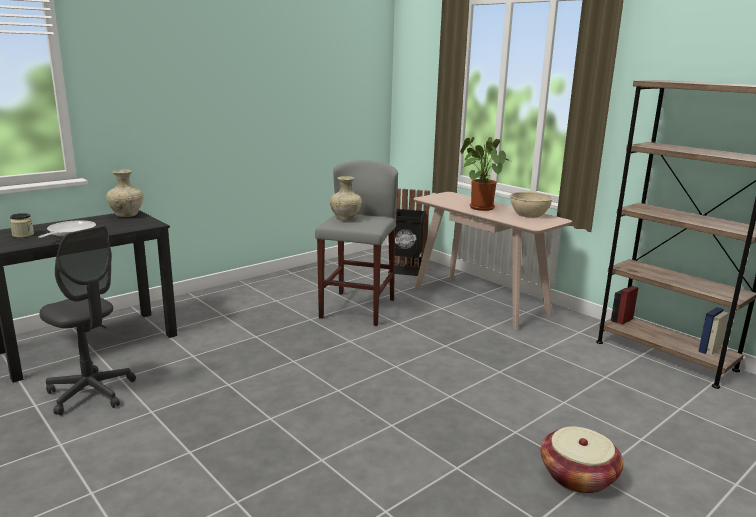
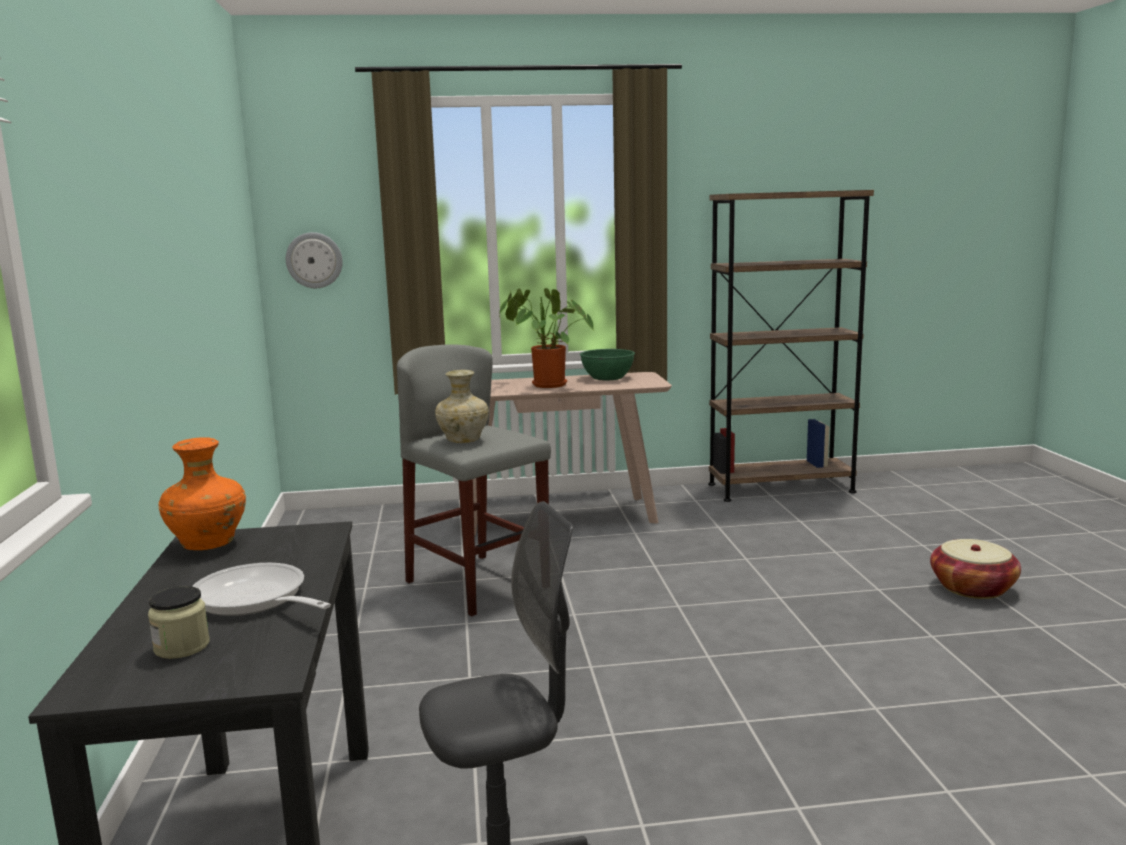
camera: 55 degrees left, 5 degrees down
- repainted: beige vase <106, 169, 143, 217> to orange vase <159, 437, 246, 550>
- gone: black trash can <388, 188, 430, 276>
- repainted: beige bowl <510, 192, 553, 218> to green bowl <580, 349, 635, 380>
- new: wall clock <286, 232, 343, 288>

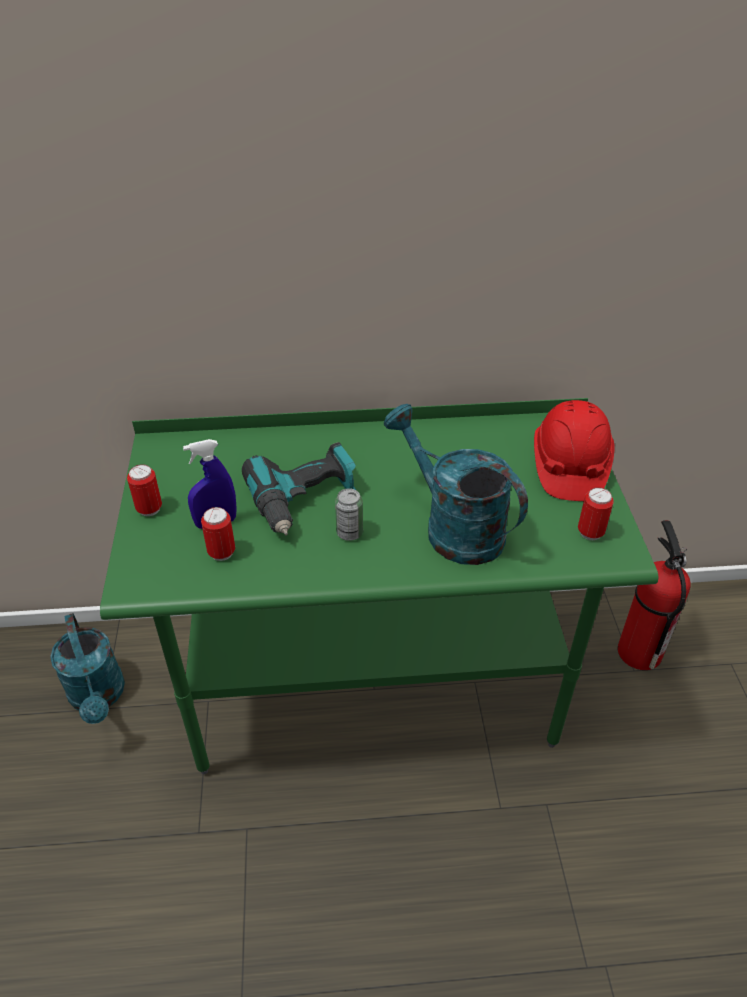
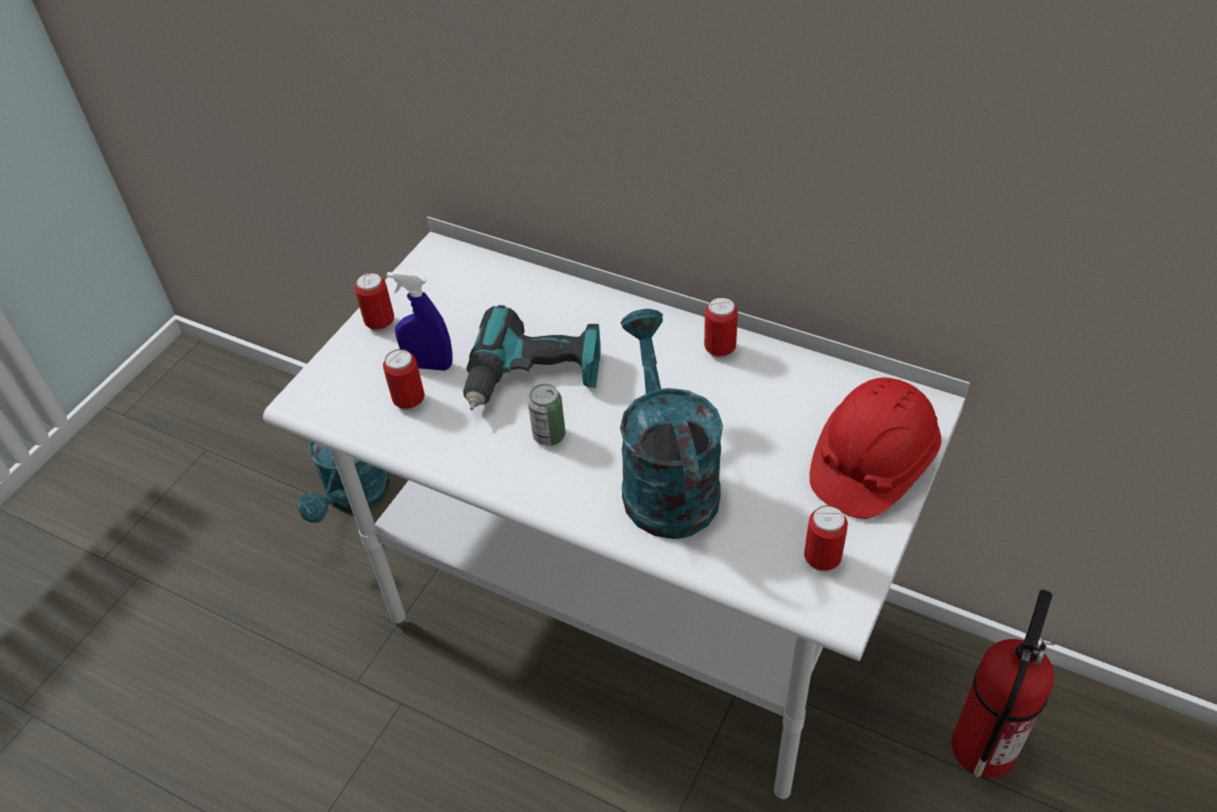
camera: 35 degrees right, 5 degrees up
- repainted: green desk <100, 398, 658, 774> to white desk <263, 217, 970, 801>
- new: can <704, 297, 738, 358>

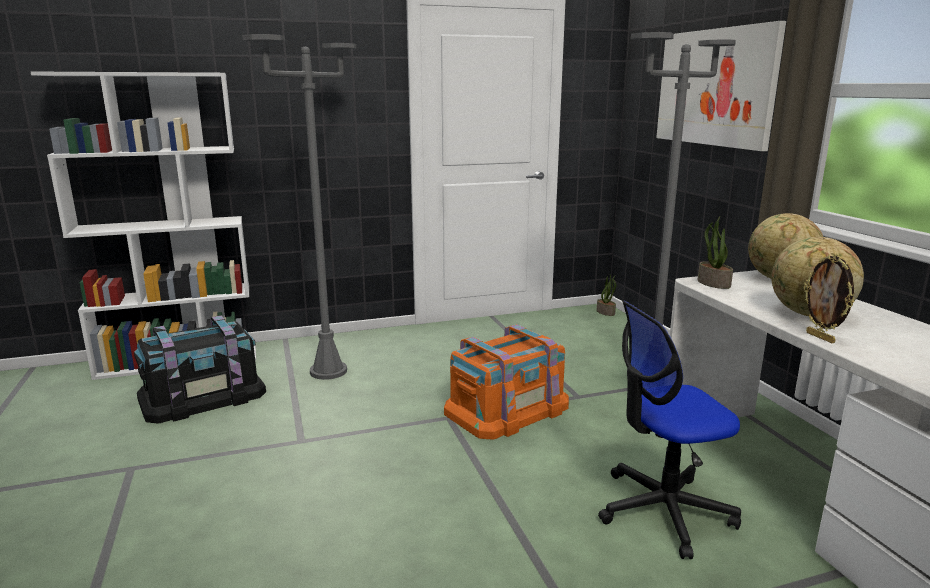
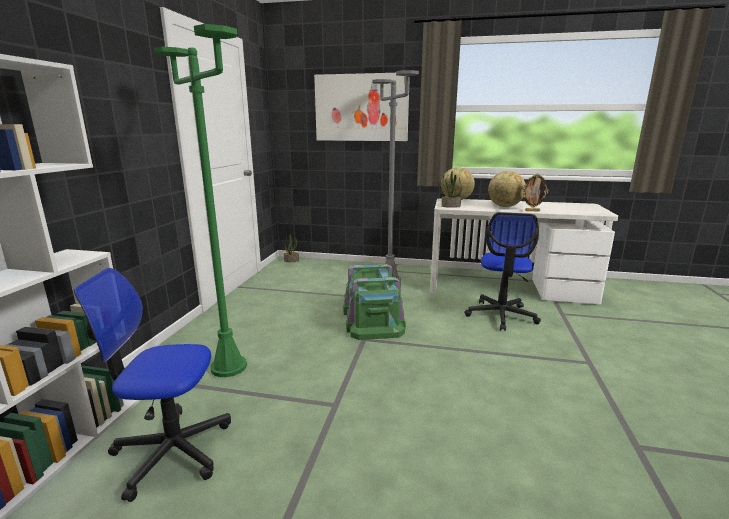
camera: 60 degrees left, 0 degrees up
- swapped: black storage box <134, 315, 266, 424> to office chair <74, 268, 231, 502>
- repainted: grey floor lamp <242, 34, 356, 380> to green floor lamp <154, 24, 247, 377>
- repainted: orange storage box <444, 324, 569, 440> to green storage box <343, 264, 406, 340>

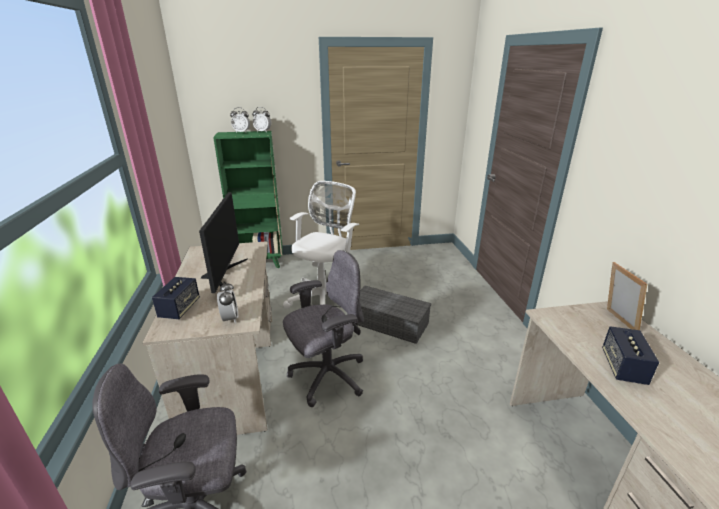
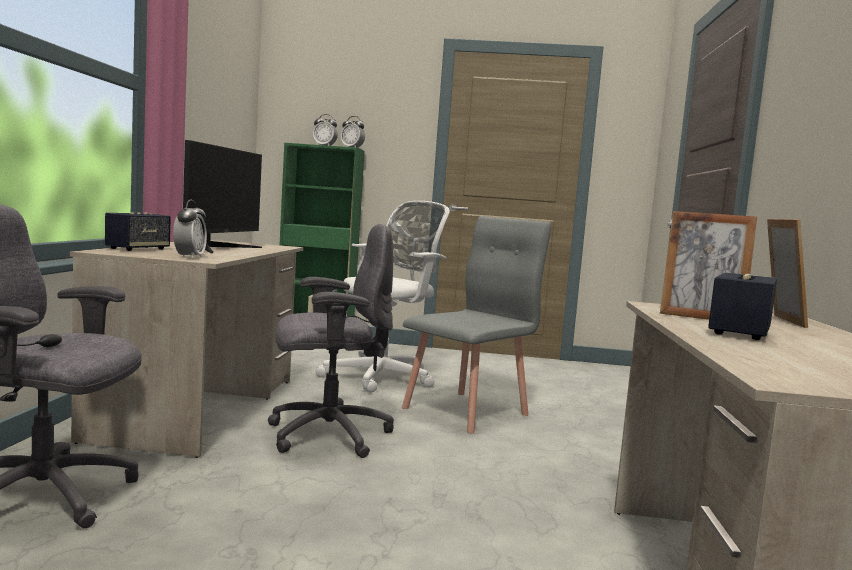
camera: 15 degrees right, 20 degrees down
- swapped: grey storage box <357, 286, 431, 344> to grey chair <402, 216, 551, 433>
- new: picture frame <660, 211, 757, 320>

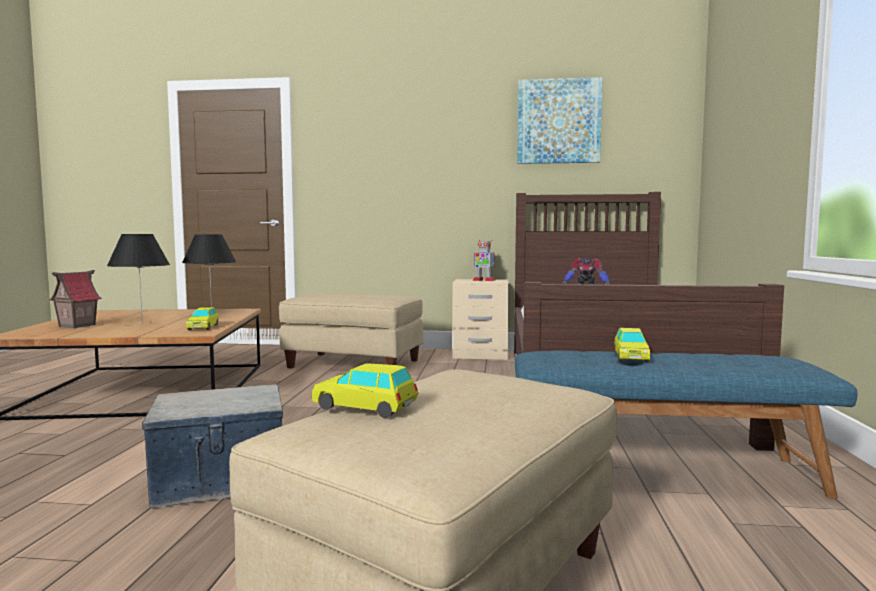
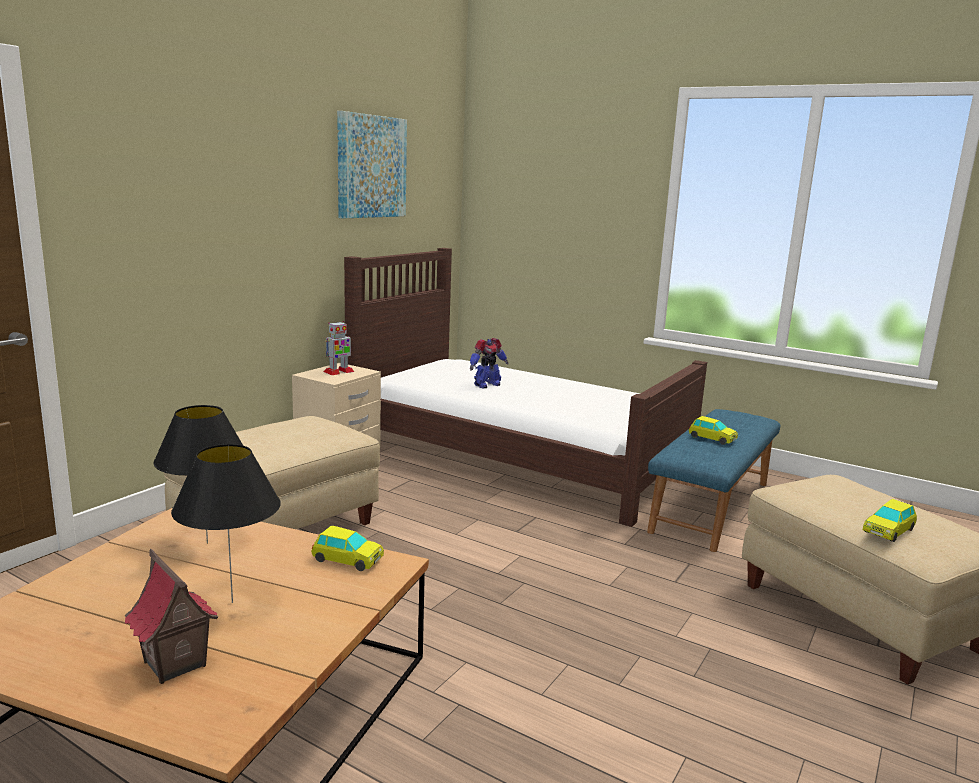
camera: 65 degrees left, 10 degrees up
- gone: storage box <142, 384, 283, 508>

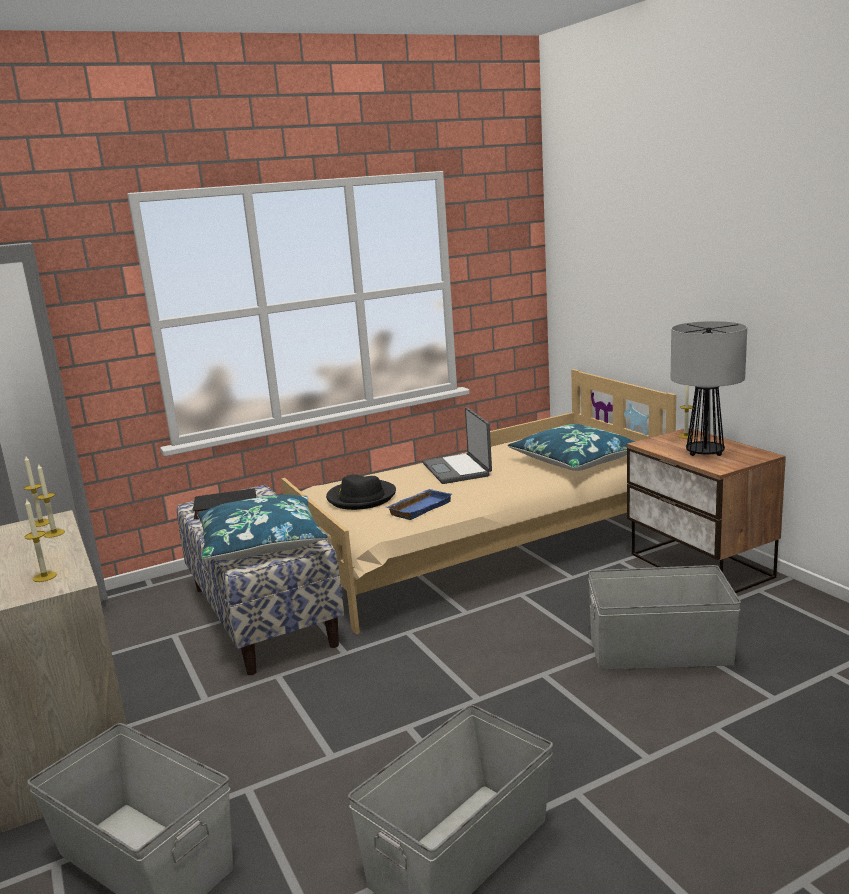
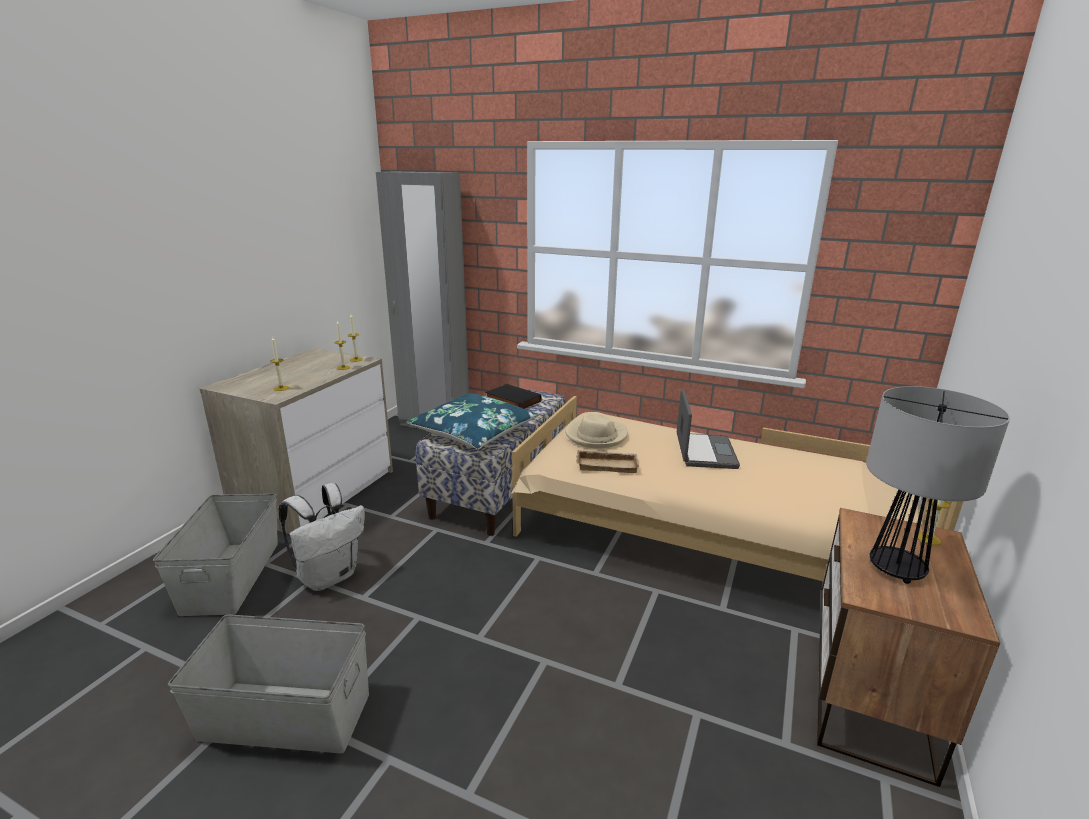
camera: 50 degrees right, 5 degrees up
- repainted: black hat <326, 474, 396, 510> to beige hat <565, 413, 628, 448>
- repainted: blue tray <387, 489, 452, 520> to beige tray <577, 450, 639, 473>
- rotated: laptop <422, 407, 492, 484> = <677, 389, 740, 469> 150 degrees clockwise
- gone: blue pillow <508, 424, 635, 471>
- gone: grey storage box <588, 565, 741, 670>
- new: white backpack <279, 483, 365, 591>

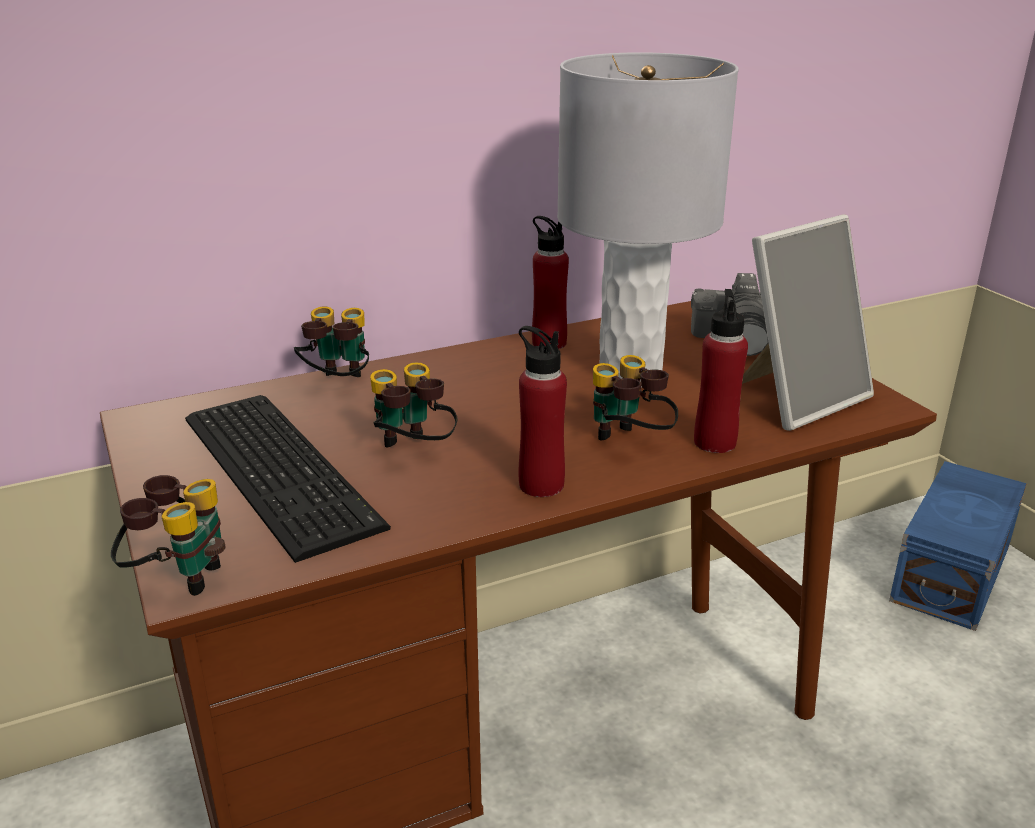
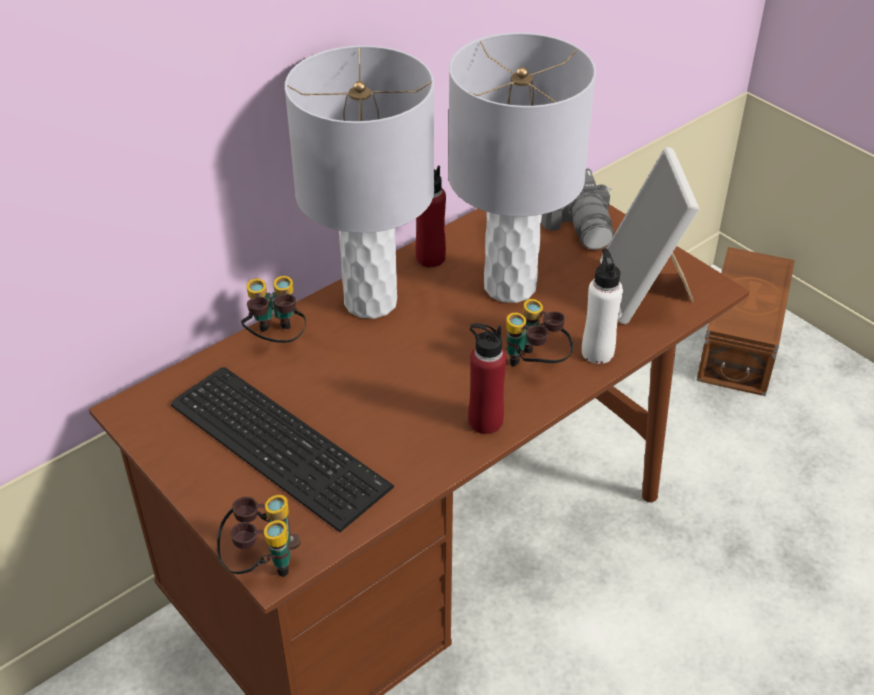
camera: 15 degrees left, 15 degrees up
- gone: binoculars <370, 362, 457, 447>
- repainted: red bottle <694, 289, 748, 453> to white bottle <582, 248, 623, 364>
- rotated: picture frame <742, 215, 874, 431> = <600, 147, 699, 324> 135 degrees clockwise
- repainted: blue storage box <889, 461, 1027, 631> to brown storage box <696, 247, 795, 396>
- new: grey table lamp <285, 45, 434, 319>

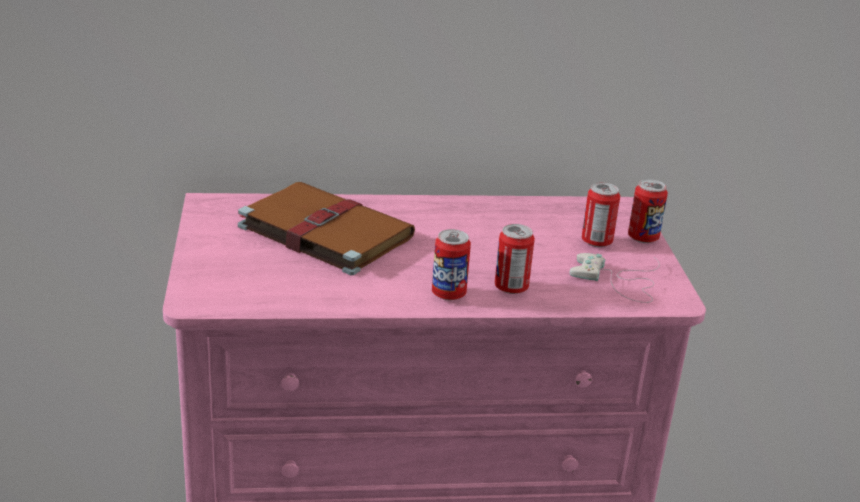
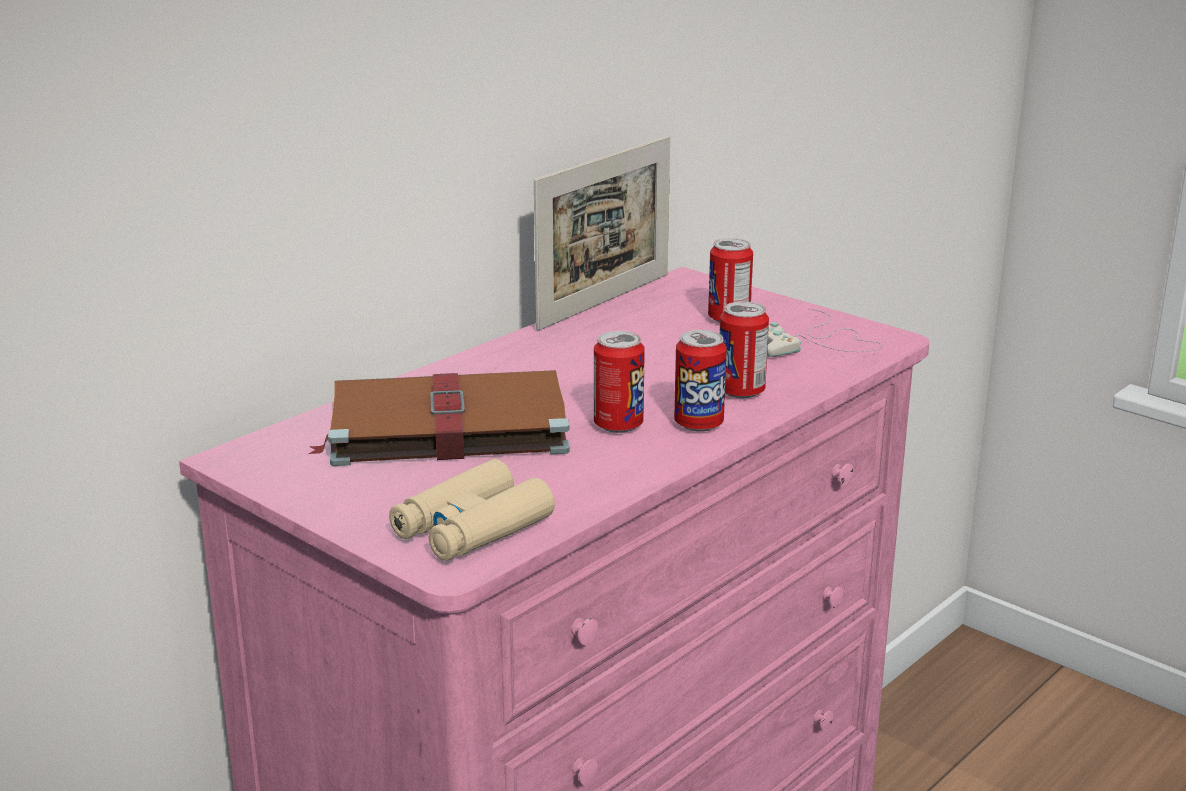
camera: 40 degrees left, 5 degrees down
- shifted: can <628, 179, 668, 243> to <594, 331, 645, 433>
- new: beige binoculars <389, 459, 555, 561>
- new: picture frame <534, 136, 670, 331>

